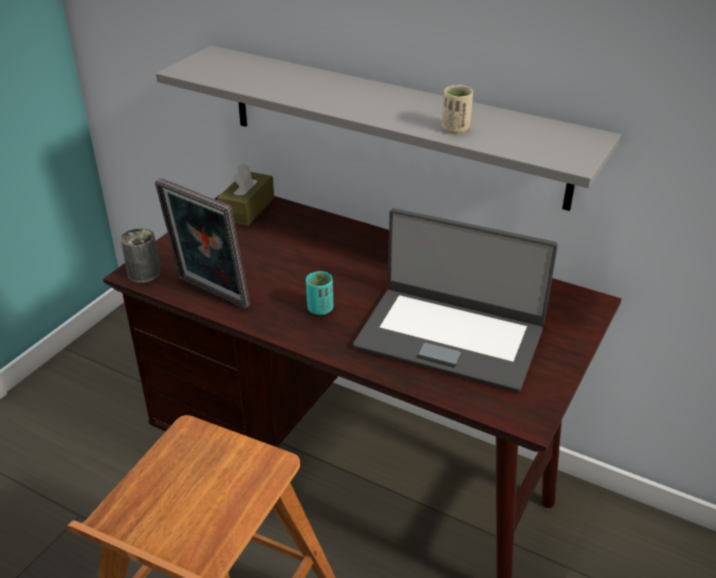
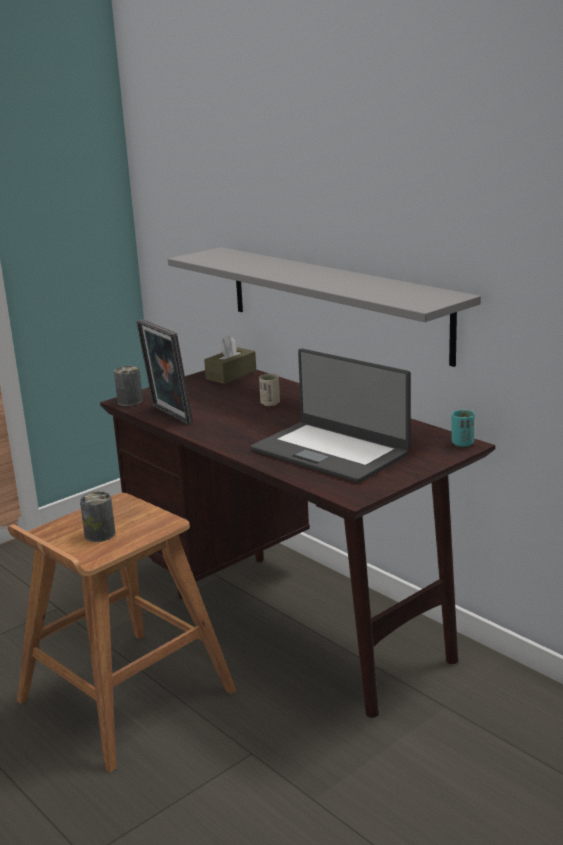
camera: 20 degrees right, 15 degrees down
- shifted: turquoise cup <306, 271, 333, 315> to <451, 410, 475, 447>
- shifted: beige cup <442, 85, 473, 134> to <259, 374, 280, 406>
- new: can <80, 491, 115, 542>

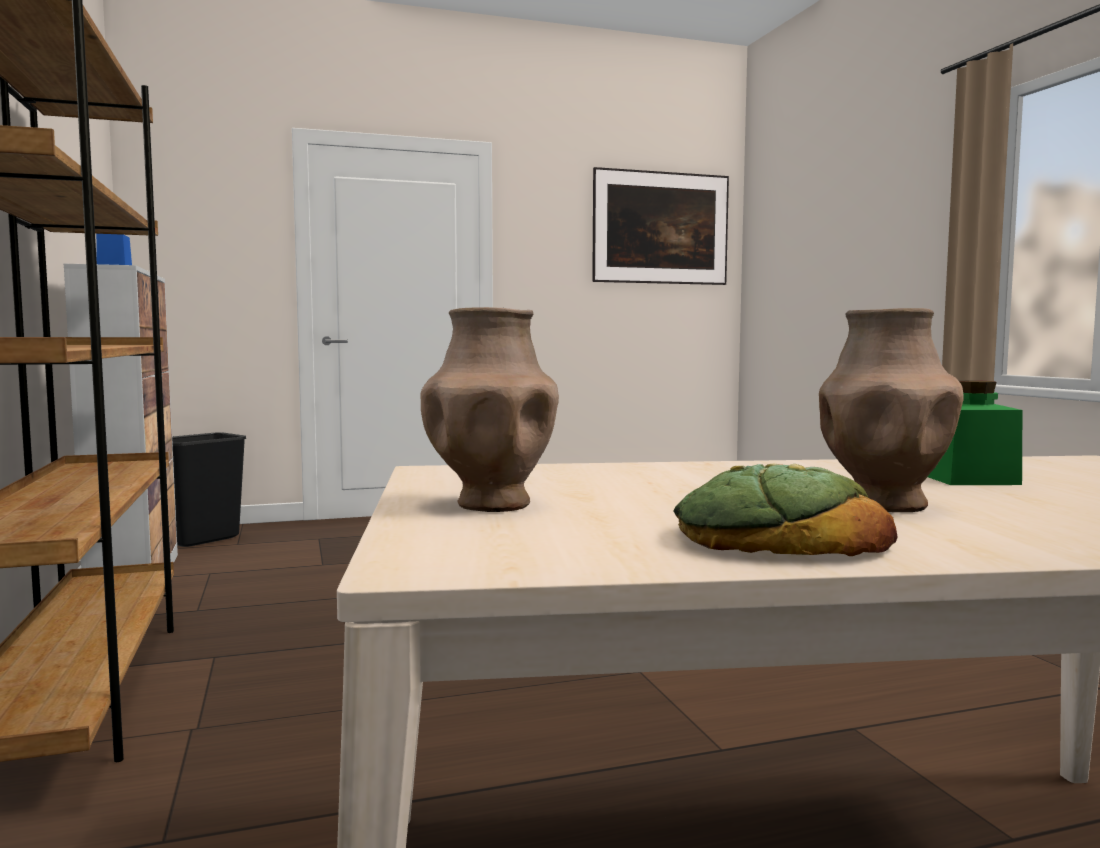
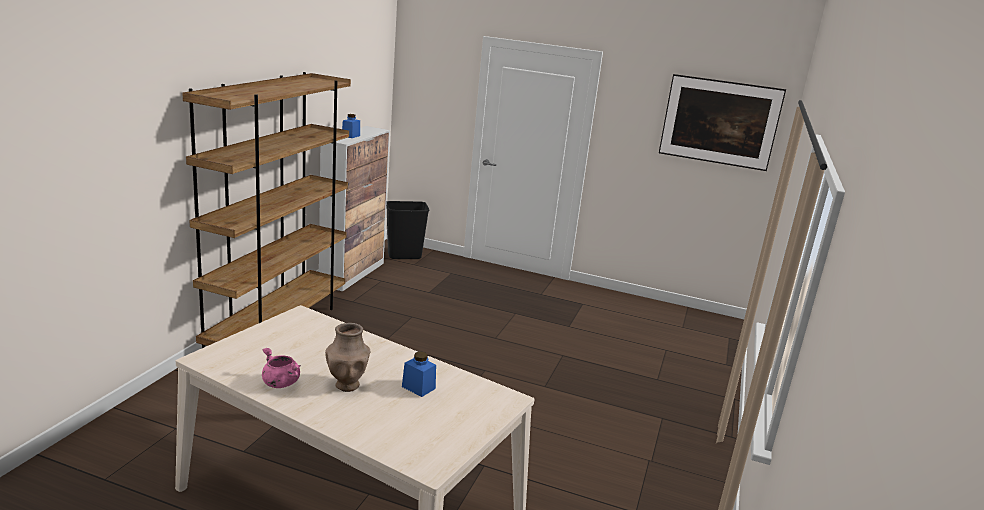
camera: 35 degrees right, 15 degrees up
- gone: brown vase <420, 307, 559, 512>
- swapped: bread <674, 463, 897, 556> to pink cooking pot <262, 348, 301, 388>
- repainted: green jar <928, 380, 1022, 485> to blue jar <402, 351, 436, 397>

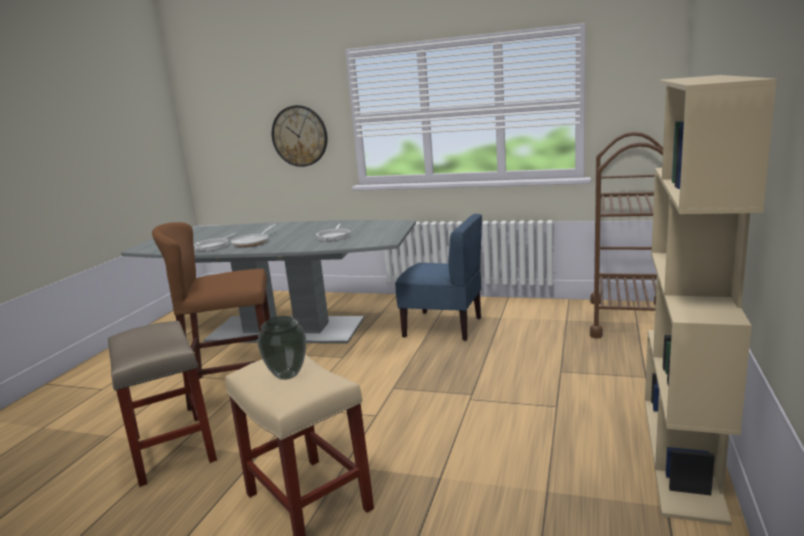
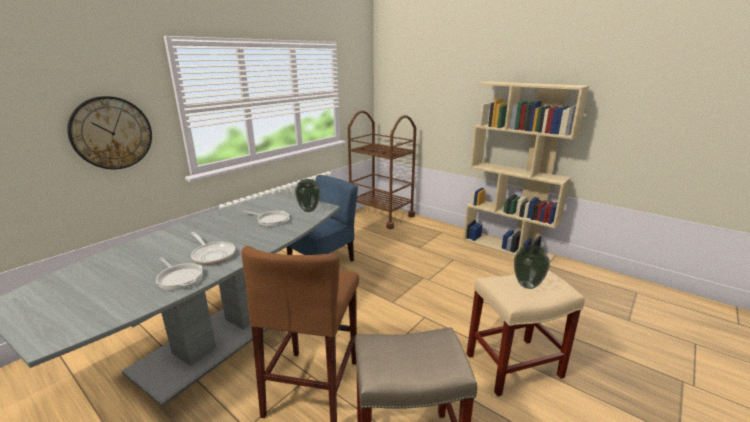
camera: 70 degrees left, 5 degrees up
- new: vase <295, 179, 320, 212>

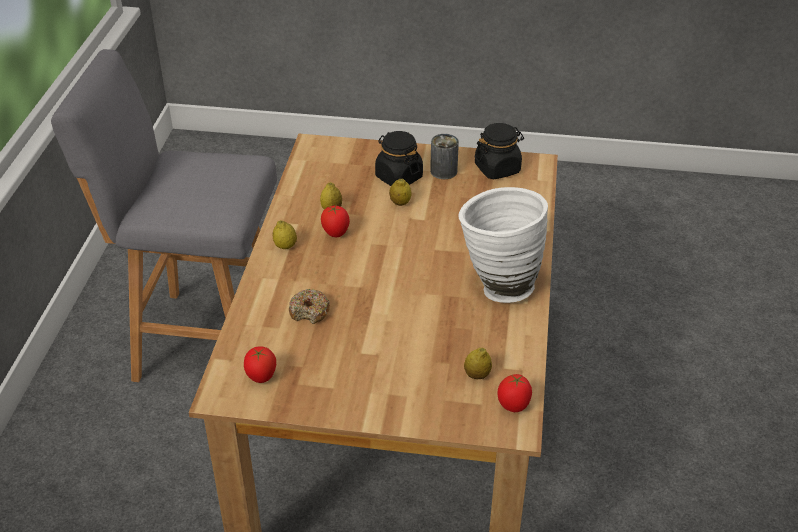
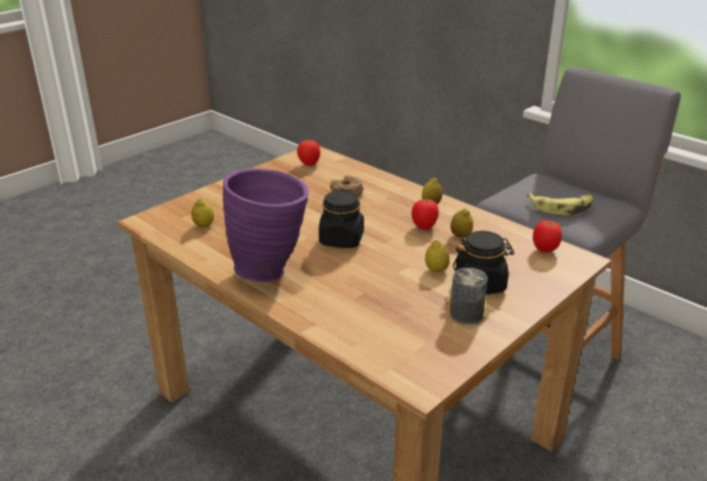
camera: 125 degrees right, 10 degrees down
- repainted: white vase <458, 187, 548, 303> to purple vase <223, 168, 309, 282>
- shifted: black jar <475, 123, 524, 180> to <319, 189, 364, 248>
- shifted: tomato <497, 374, 532, 412> to <533, 220, 562, 253>
- new: banana <527, 193, 594, 215>

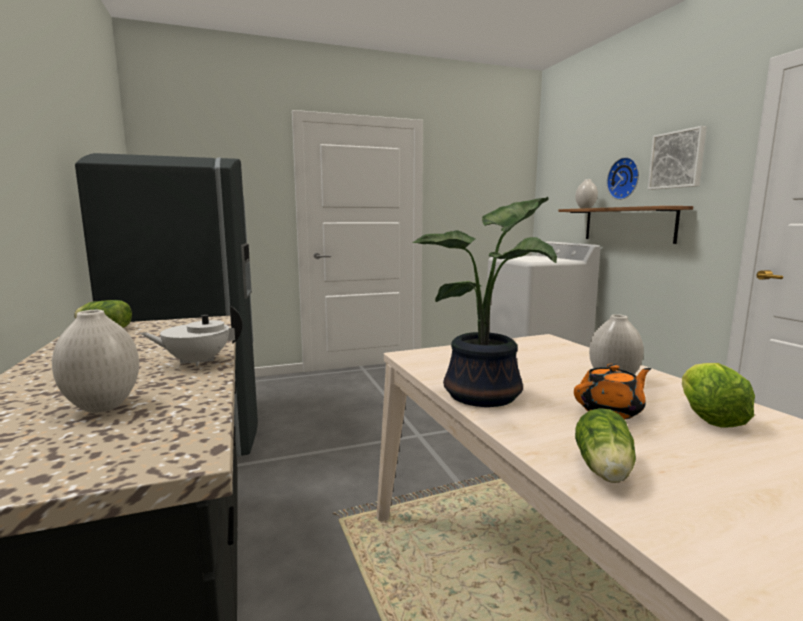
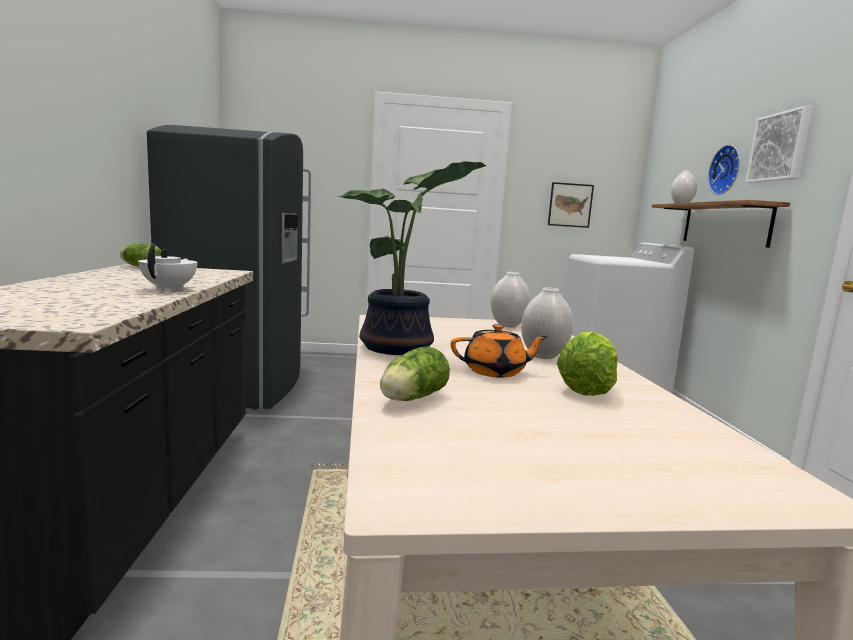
camera: 15 degrees right, 0 degrees up
- shifted: white vase <52, 310, 139, 413> to <490, 272, 531, 328>
- rotated: white teapot <140, 306, 242, 366> = <138, 244, 197, 291> 90 degrees clockwise
- new: picture <548, 182, 594, 228>

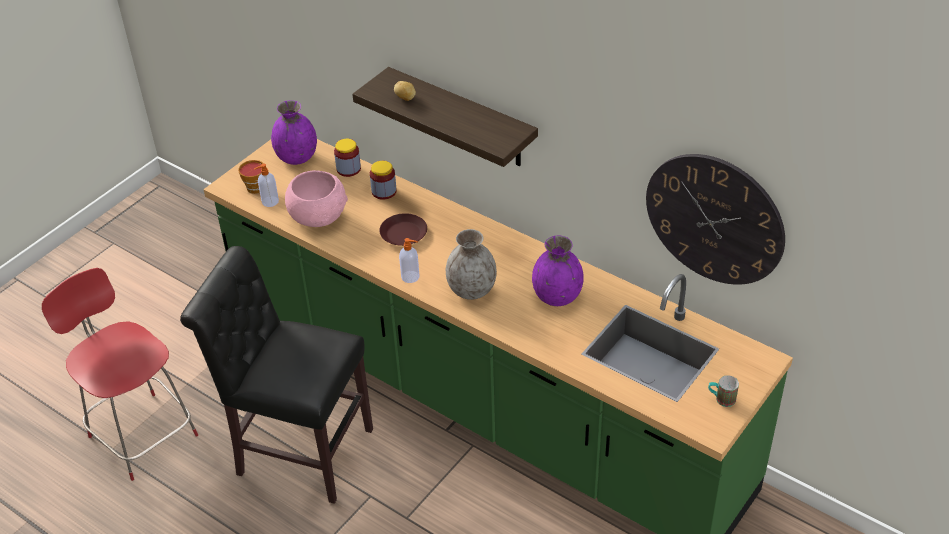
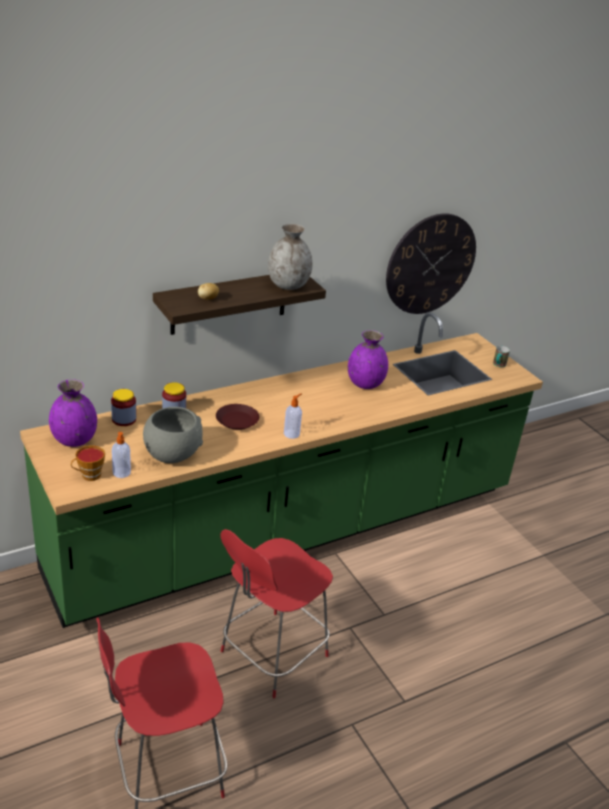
camera: 70 degrees left, 10 degrees down
- swapped: black chair <180, 246, 373, 504> to red stool <220, 529, 333, 699>
- repainted: pink bowl <285, 170, 348, 227> to grey bowl <143, 407, 203, 463>
- shifted: grey vase <446, 229, 497, 300> to <268, 223, 312, 290>

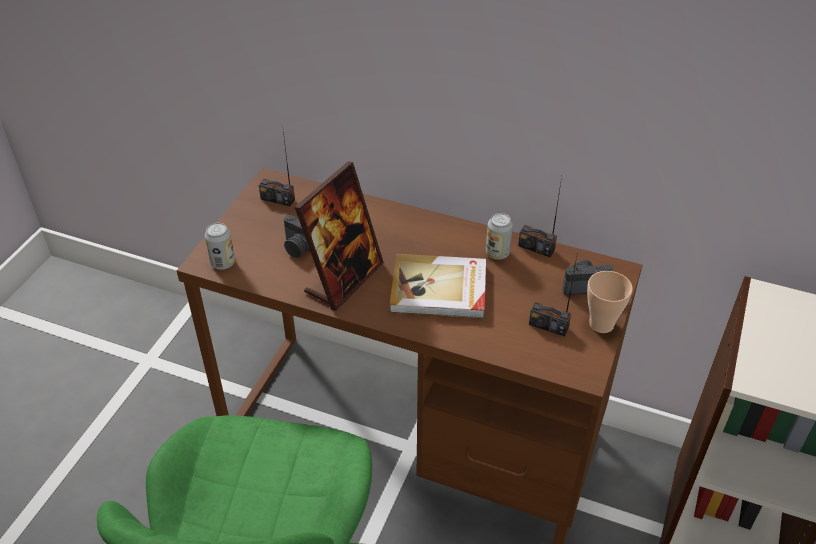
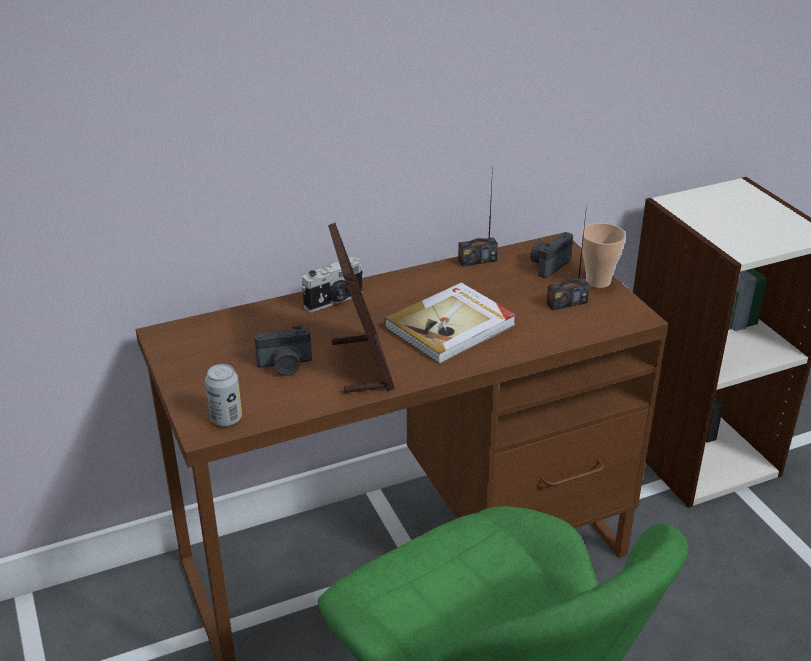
camera: 45 degrees left, 10 degrees down
- gone: radio <259, 131, 295, 206>
- gone: can <486, 213, 513, 260>
- new: photo camera <302, 257, 363, 312>

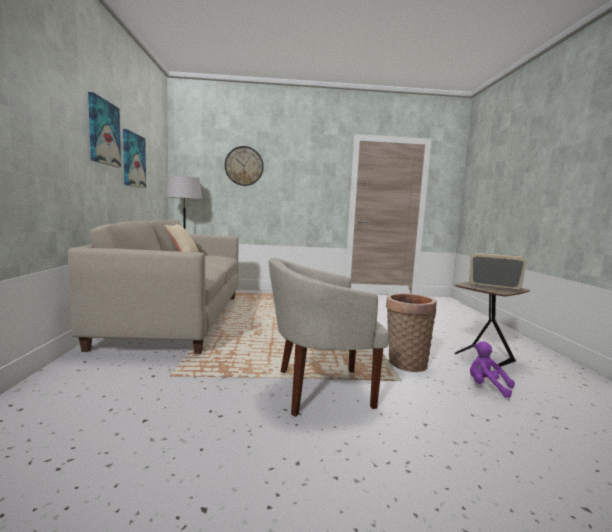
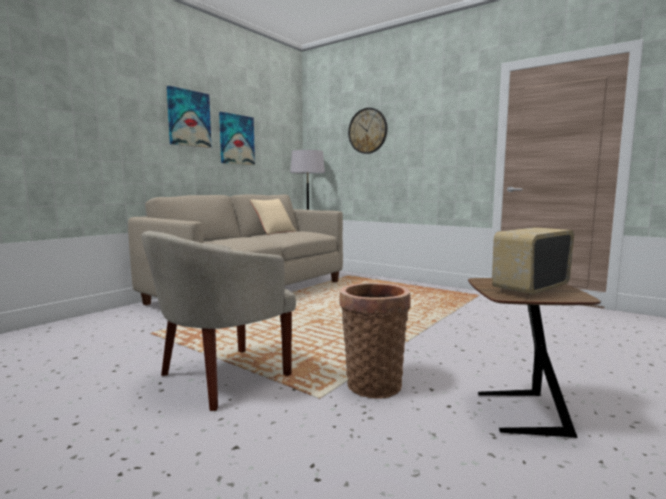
camera: 40 degrees right, 0 degrees up
- rotated: beige armchair <269, 258, 389, 417> = <141, 231, 296, 411> 75 degrees counterclockwise
- rotated: radio <469, 253, 526, 290> = <492, 227, 574, 296> 105 degrees counterclockwise
- gone: purple plush toy <470, 341, 515, 398>

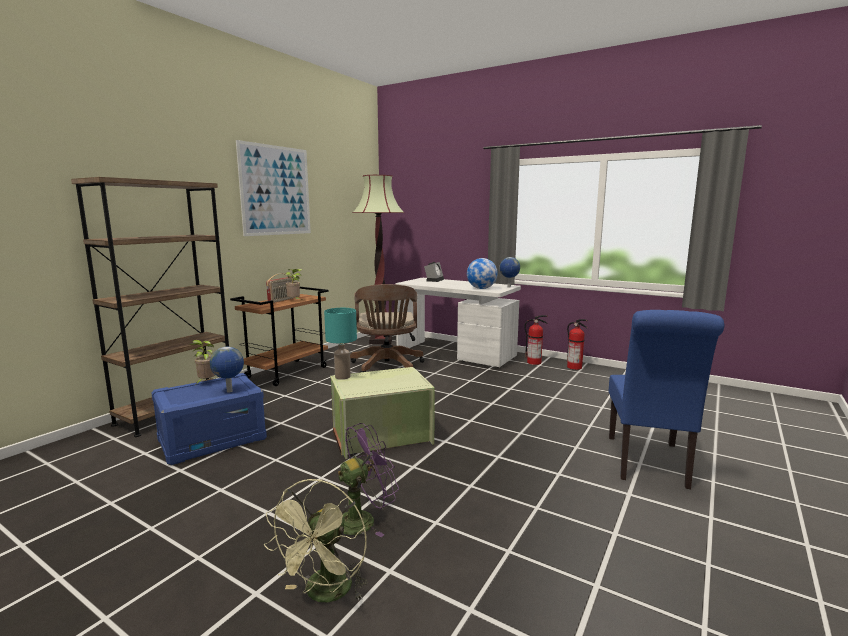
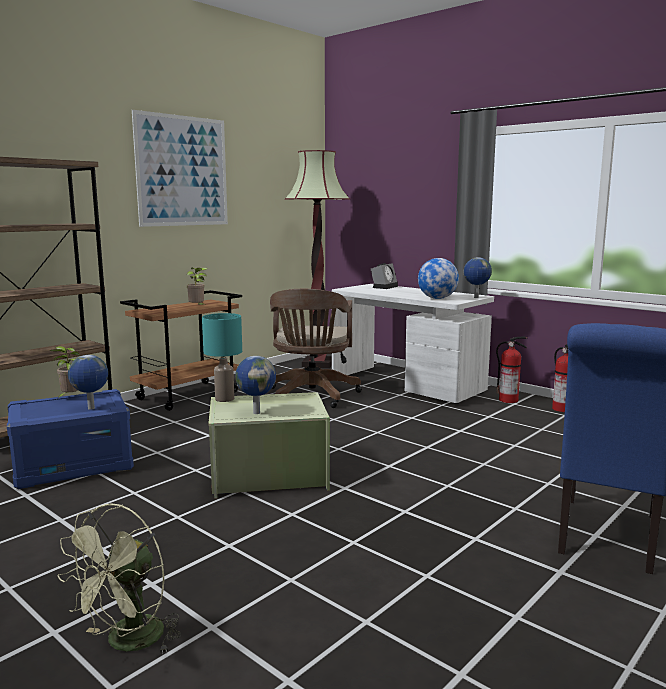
camera: 10 degrees right, 0 degrees up
- gone: radio <266, 273, 294, 303>
- gone: purple fan <338, 423, 399, 537>
- new: globe <235, 356, 276, 414>

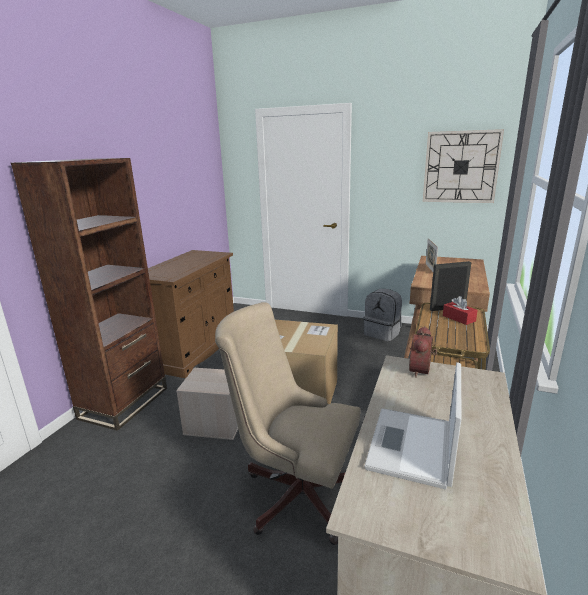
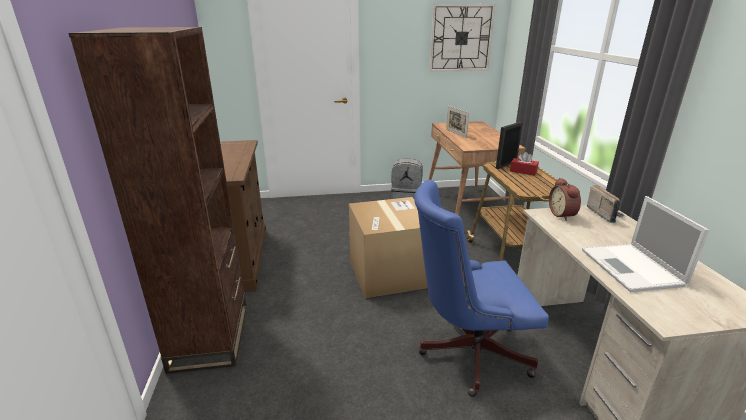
camera: 30 degrees left, 5 degrees up
- gone: beige storage box <176, 368, 238, 440>
- repainted: beige office chair <215, 302, 360, 545> to blue office chair <414, 180, 549, 397>
- new: radio <587, 185, 627, 223>

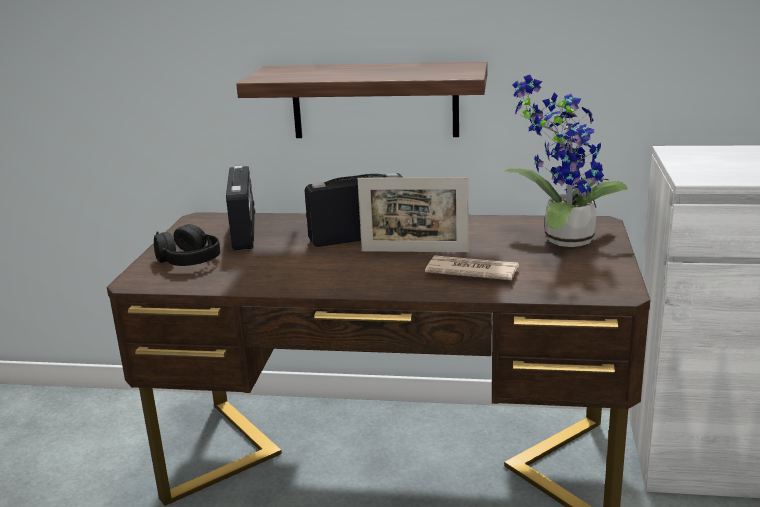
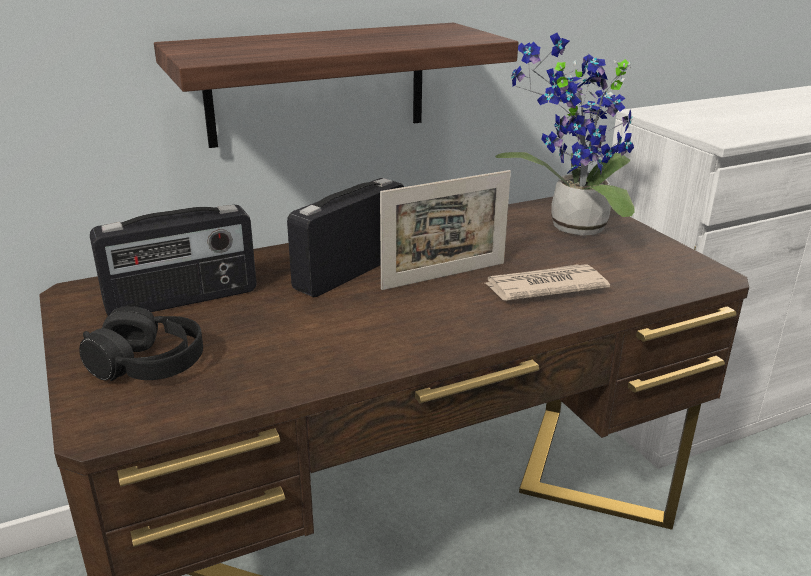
camera: 35 degrees left, 5 degrees up
- rotated: radio <226, 165, 255, 250> = <90, 205, 257, 316> 105 degrees clockwise

